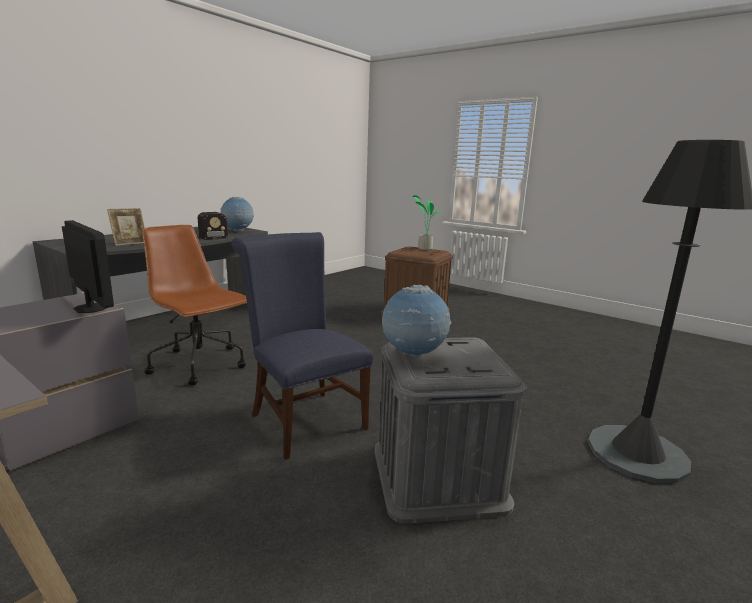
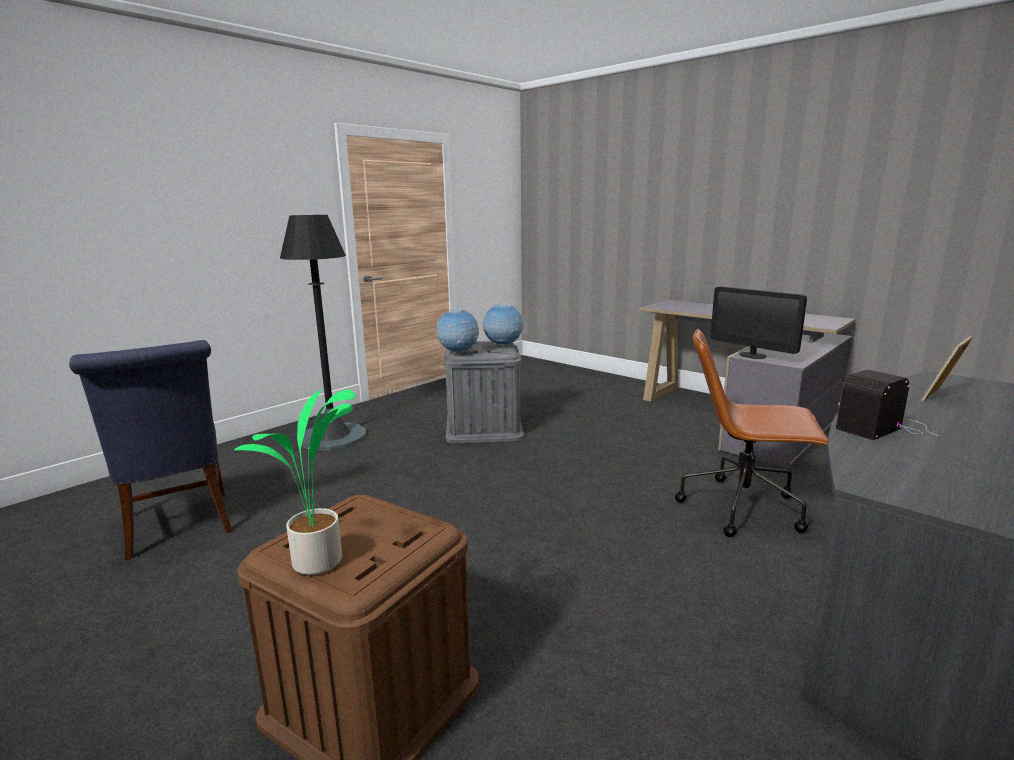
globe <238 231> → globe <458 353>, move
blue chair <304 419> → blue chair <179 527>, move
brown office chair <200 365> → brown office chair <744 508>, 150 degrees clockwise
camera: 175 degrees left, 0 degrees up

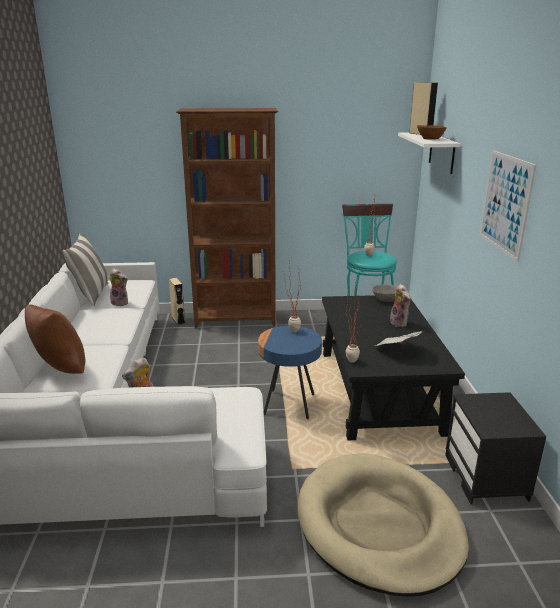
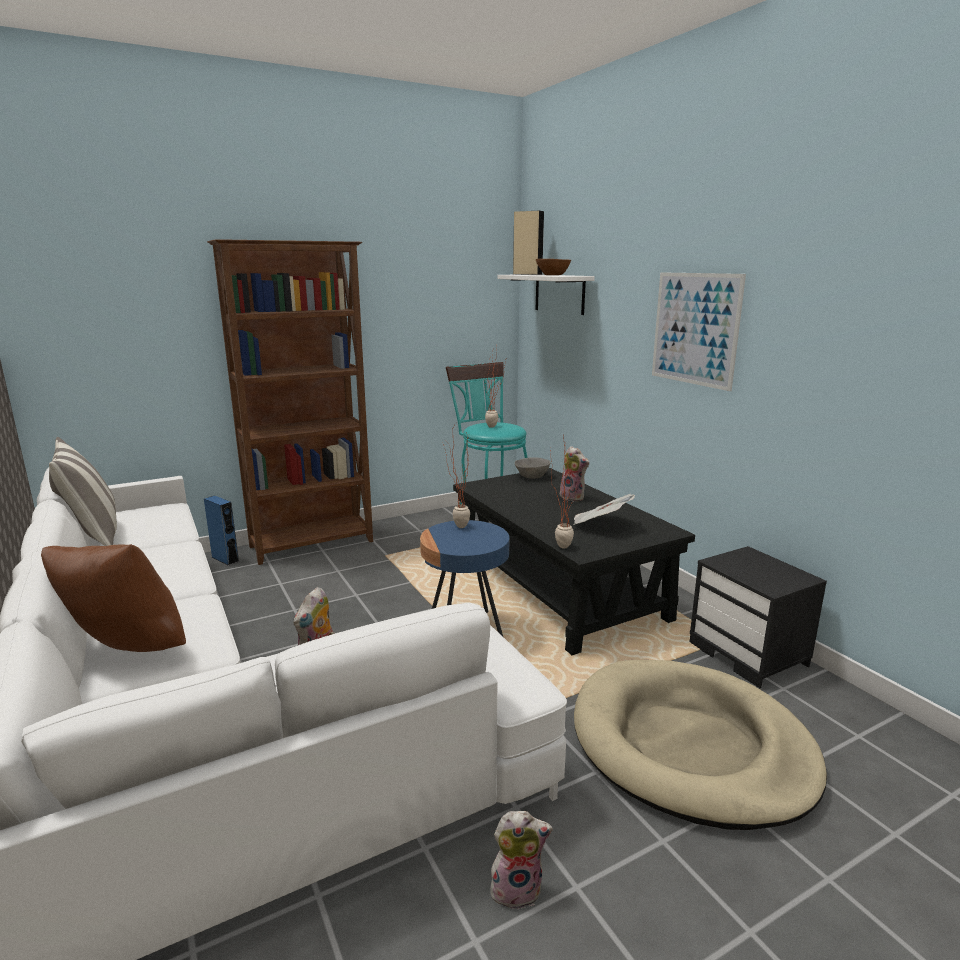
plush toy <121 303> → plush toy <517 888>, move
beige speaker <178 320> → blue speaker <225 559>
camera: 25 degrees left, 5 degrees down

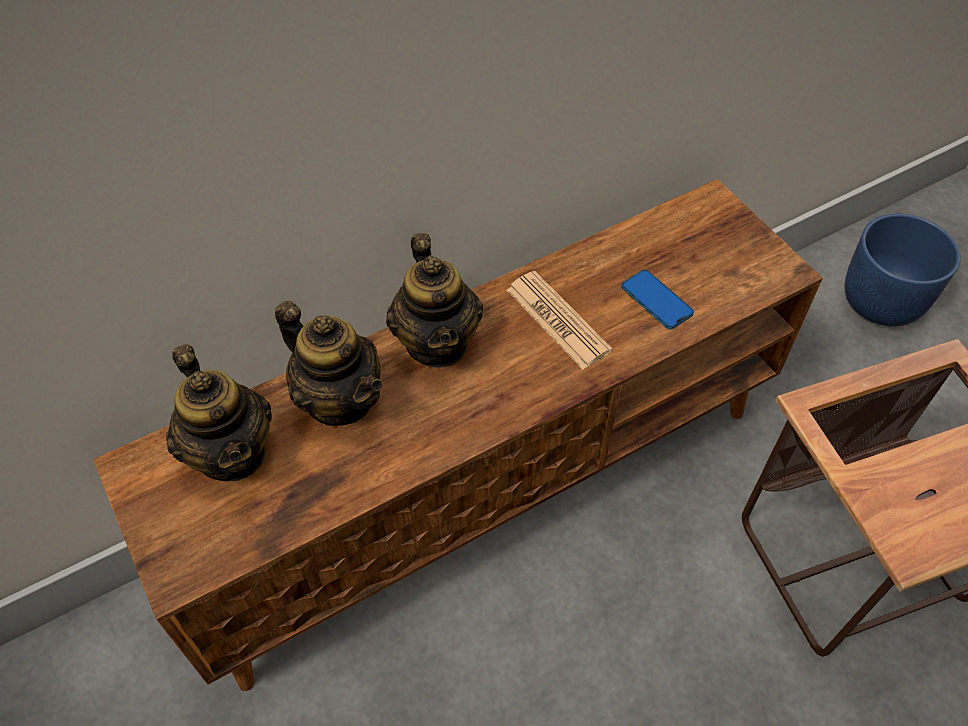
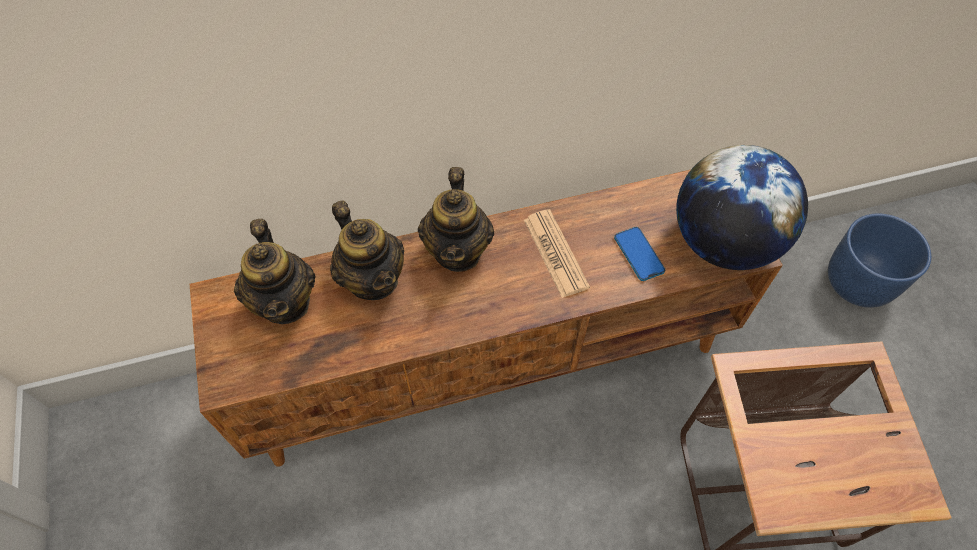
- → globe <723 242>
camera: 15 degrees right, 5 degrees up

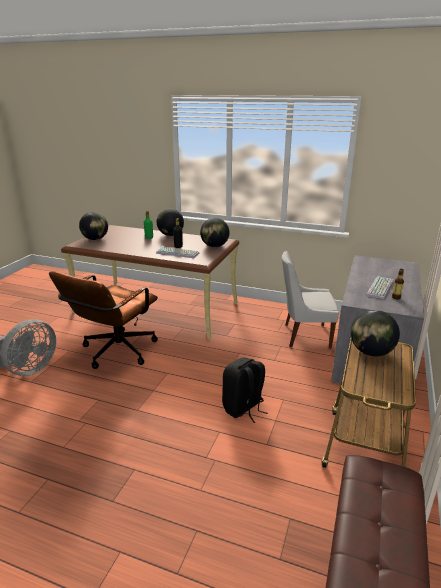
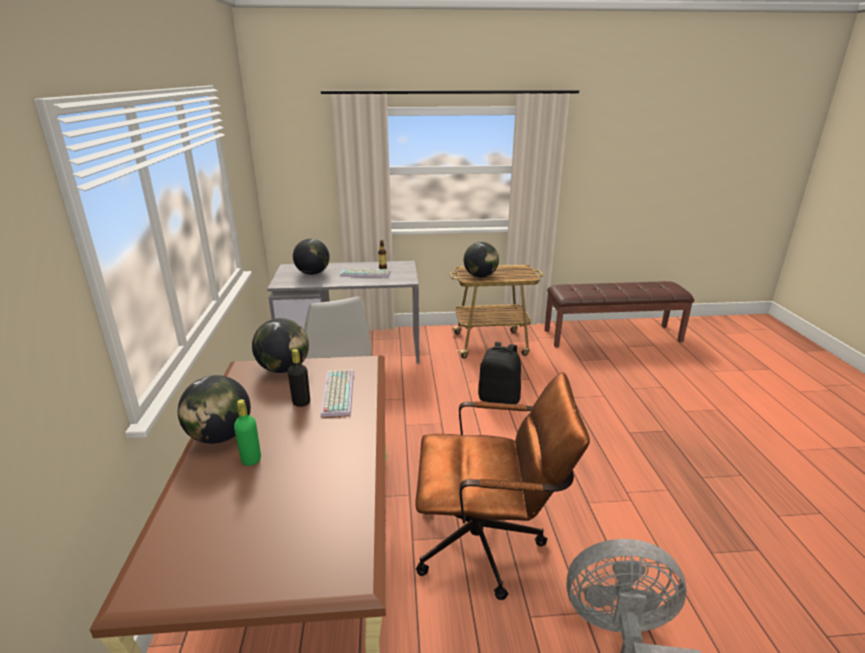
globe <95 239> → globe <313 273>, move
camera: 115 degrees left, 0 degrees up

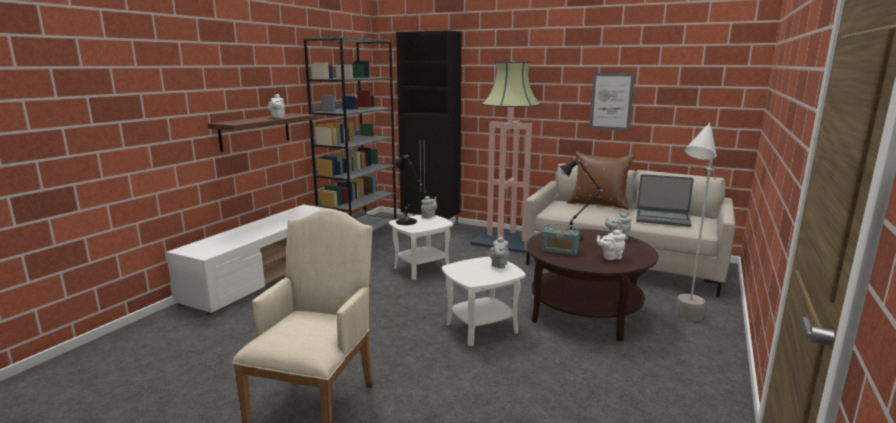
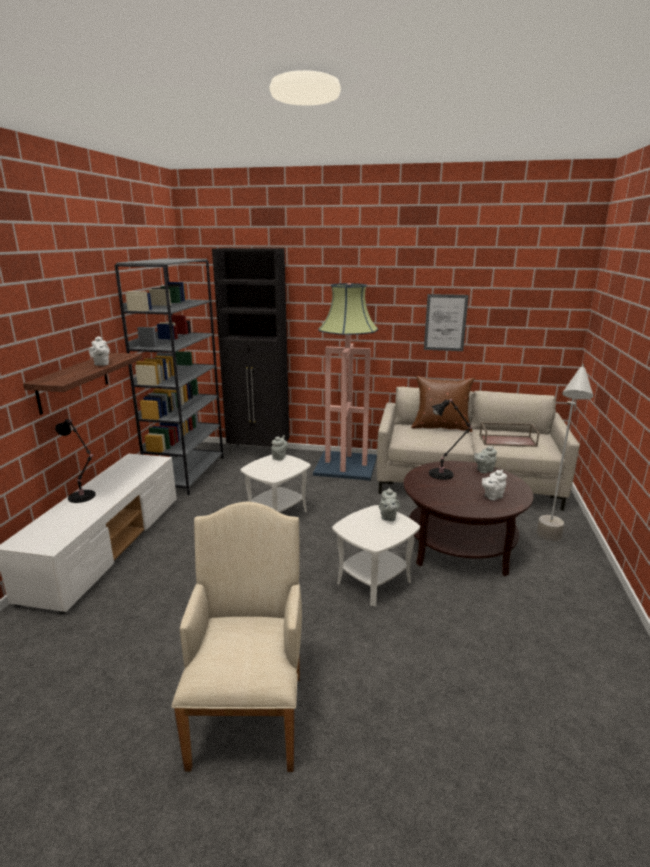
radio <559 250> → -
black table lamp <407 222> → black table lamp <83 497>, move
laptop <662 219> → brown tray <508 440>
camera: 15 degrees left, 5 degrees up

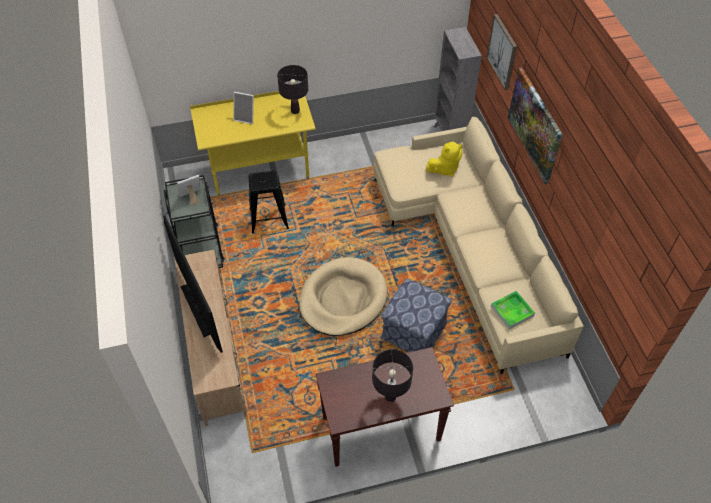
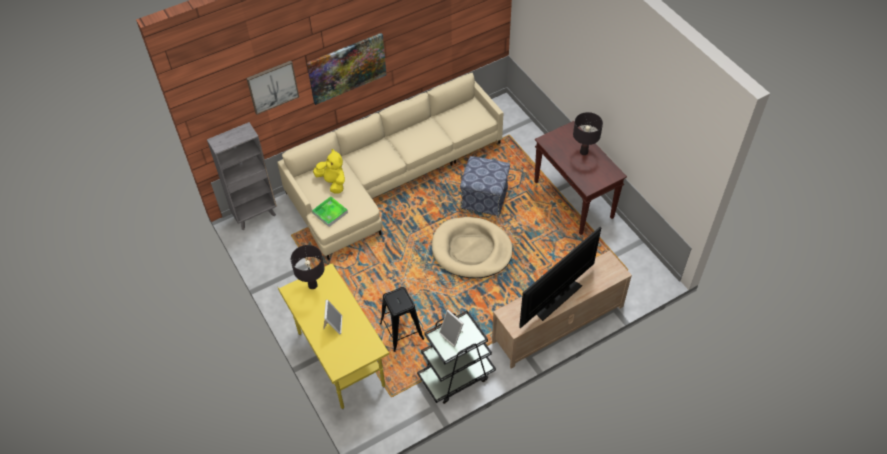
tray <512 311> → tray <330 213>, move
camera: 105 degrees left, 0 degrees up

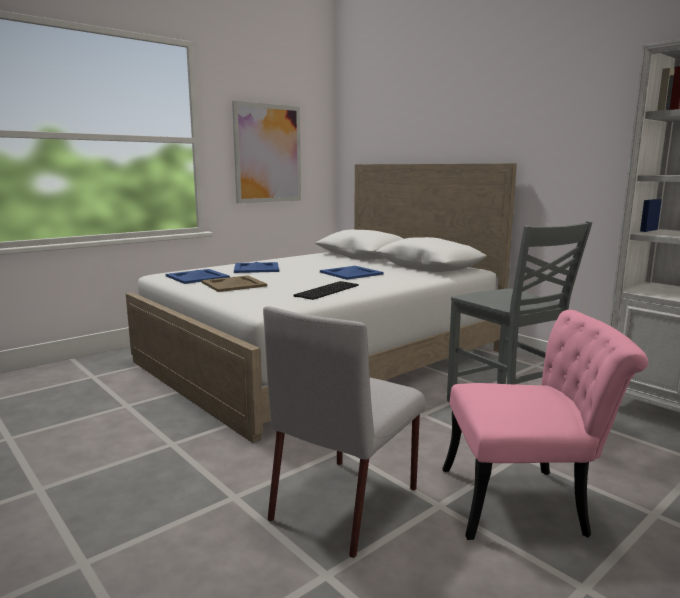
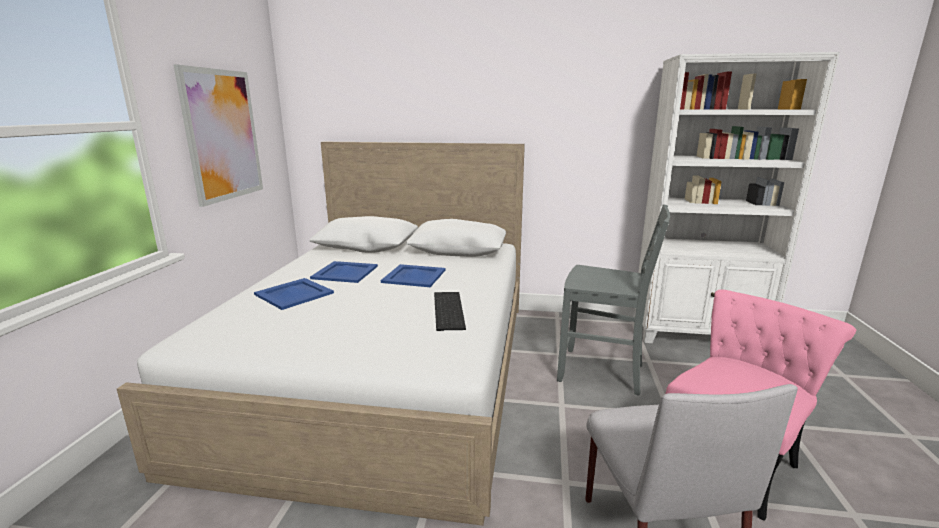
beige tray <234 284> → -
blue tray <198 277> → blue tray <345 272>, move
camera: 40 degrees left, 5 degrees up

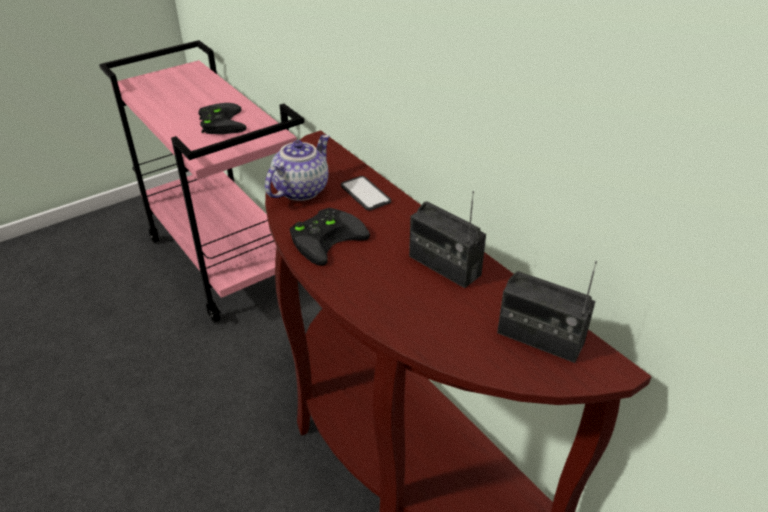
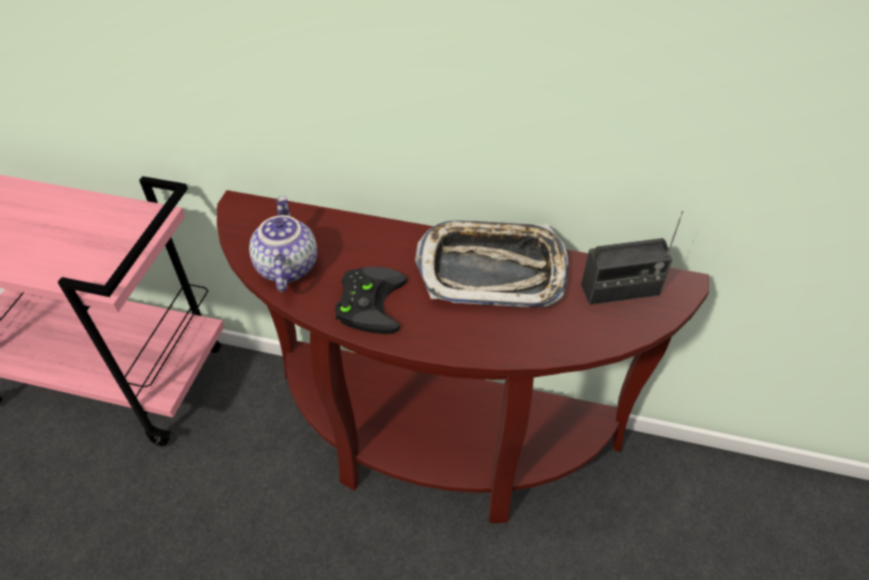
black game controller <220 122> → -
phone <365 194> → -
radio <444 266> → tray <492 270>
camera: 40 degrees left, 10 degrees up

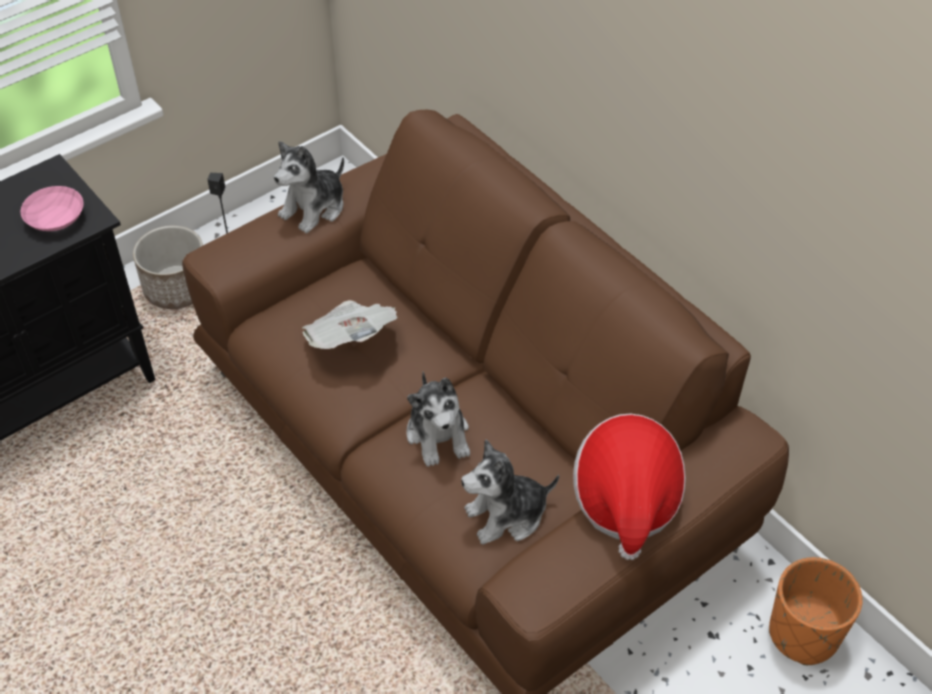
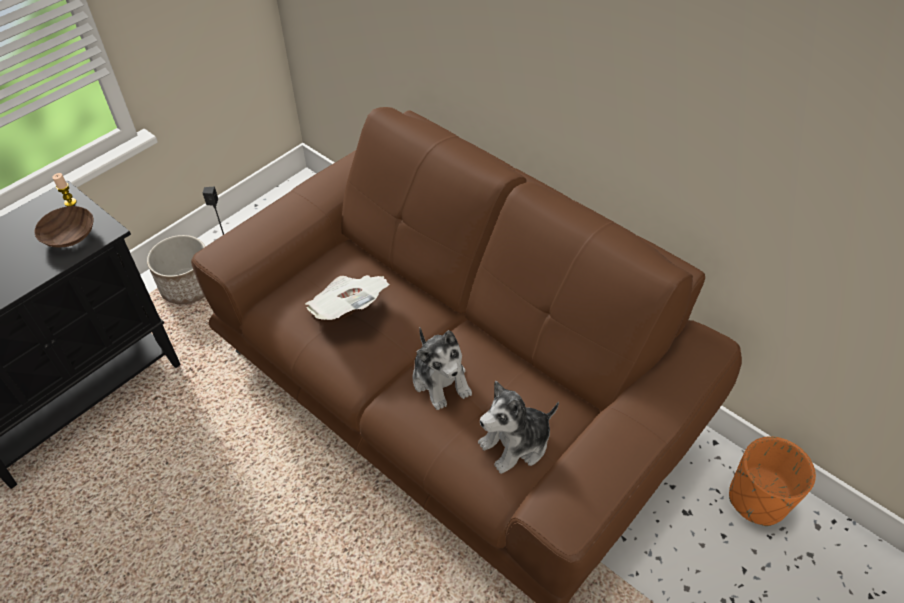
plush toy <314 208> → -
hat <626 500> → -
- → candle <70 202>
pink bowl <54 219> → brown bowl <68 236>
camera: 10 degrees left, 0 degrees up

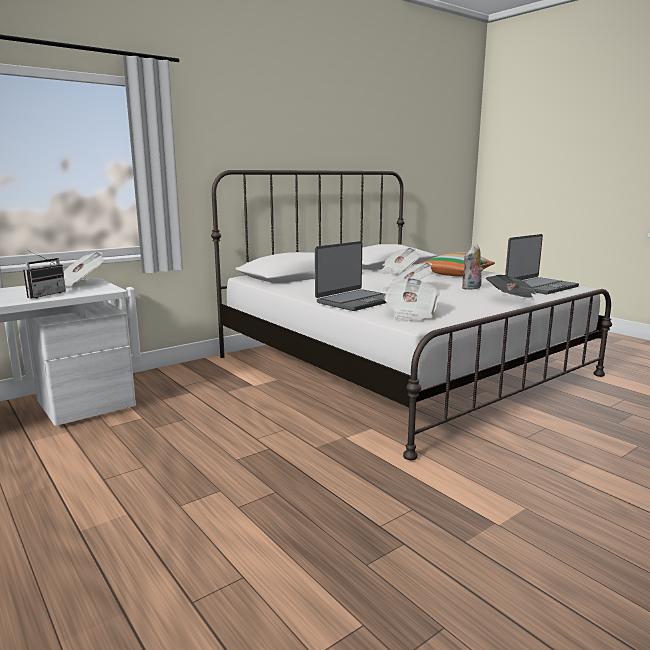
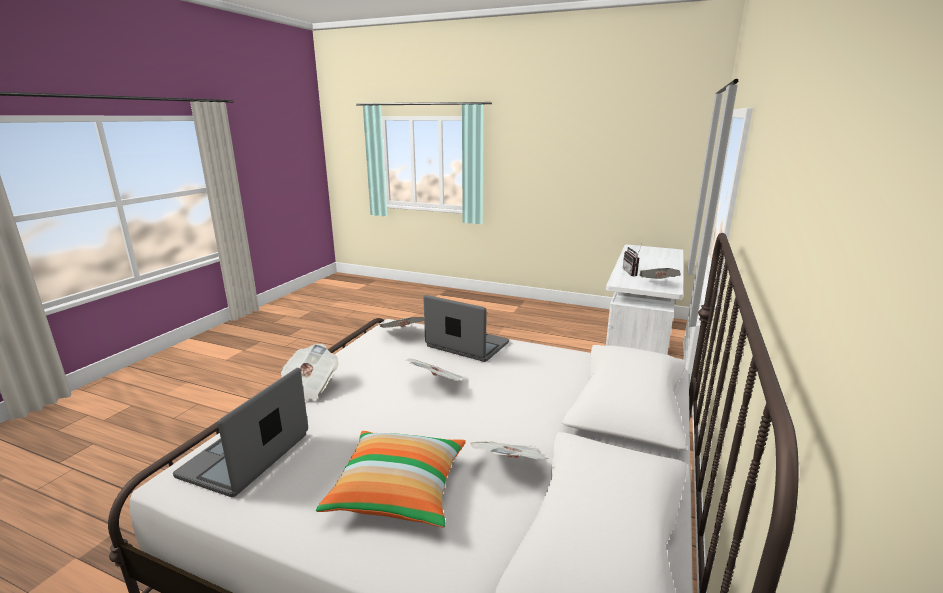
plush toy <472 288> → -
laptop <356 301> → laptop <467 345>, 105 degrees clockwise
camera: 150 degrees right, 5 degrees up

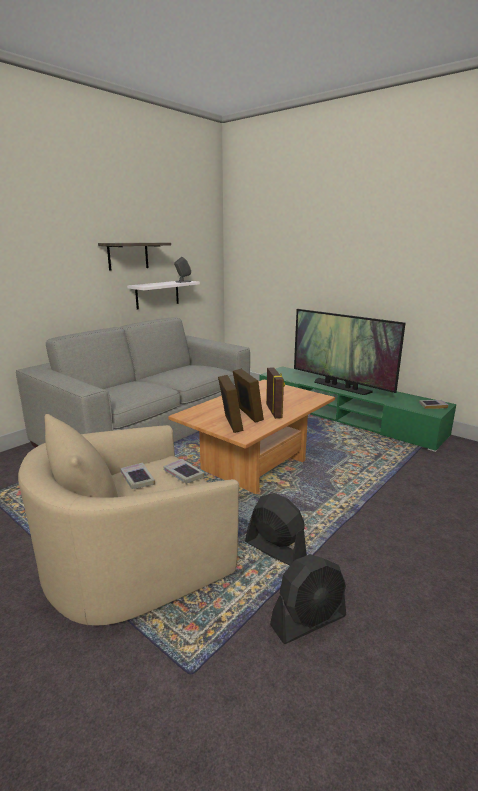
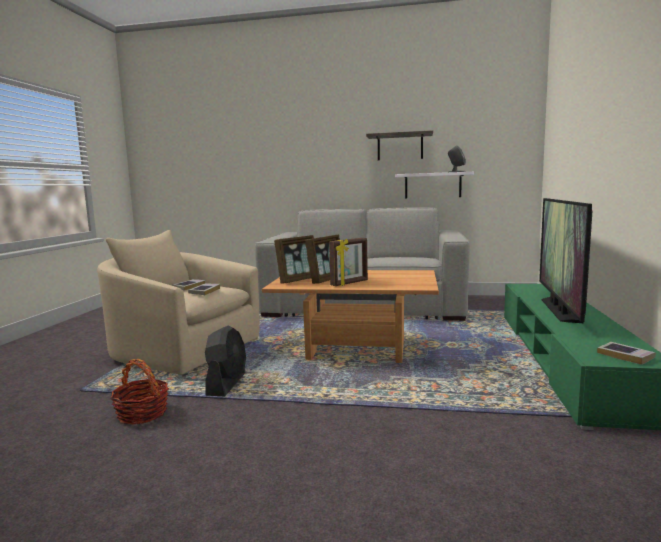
black fan <309 621> → basket <142 414>
camera: 60 degrees right, 10 degrees down

